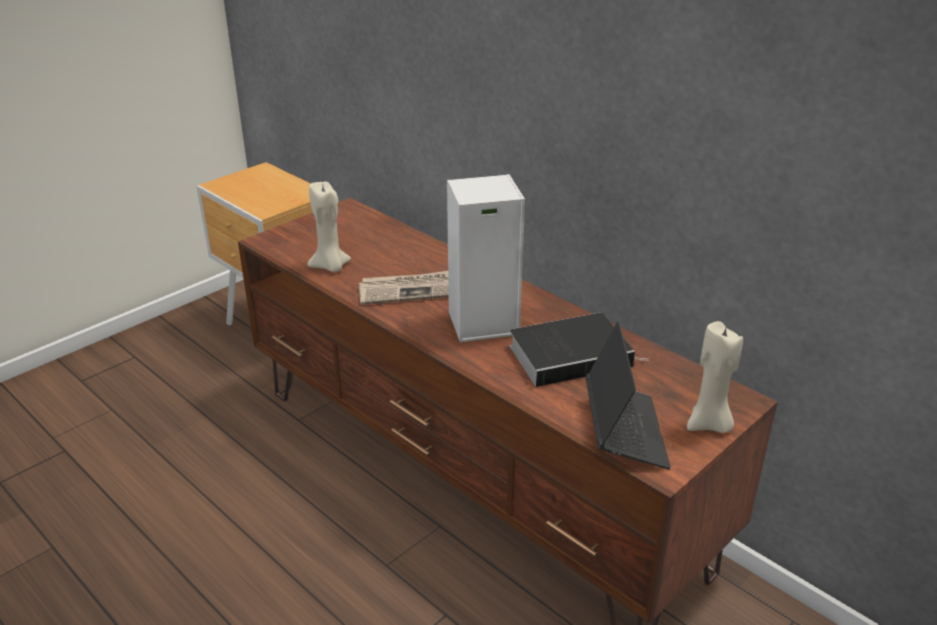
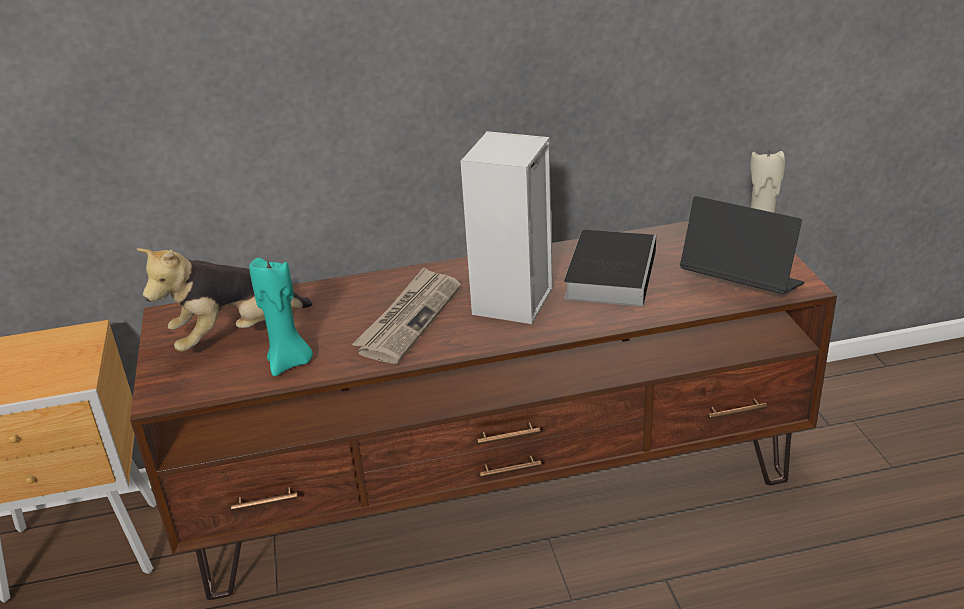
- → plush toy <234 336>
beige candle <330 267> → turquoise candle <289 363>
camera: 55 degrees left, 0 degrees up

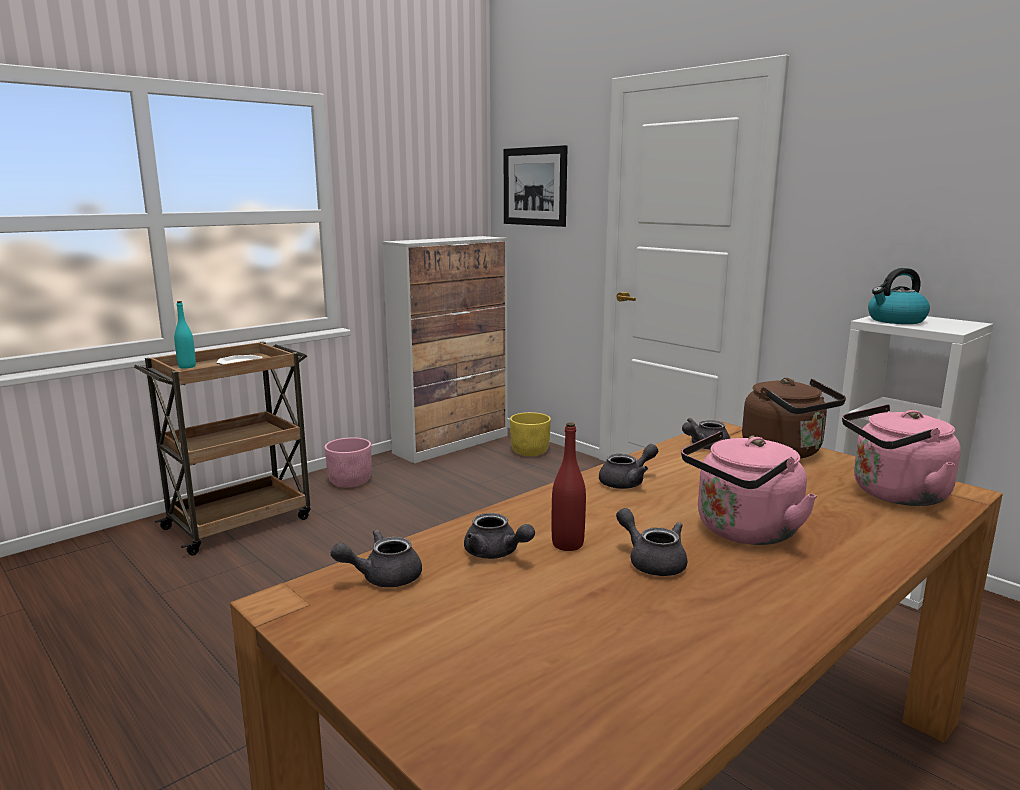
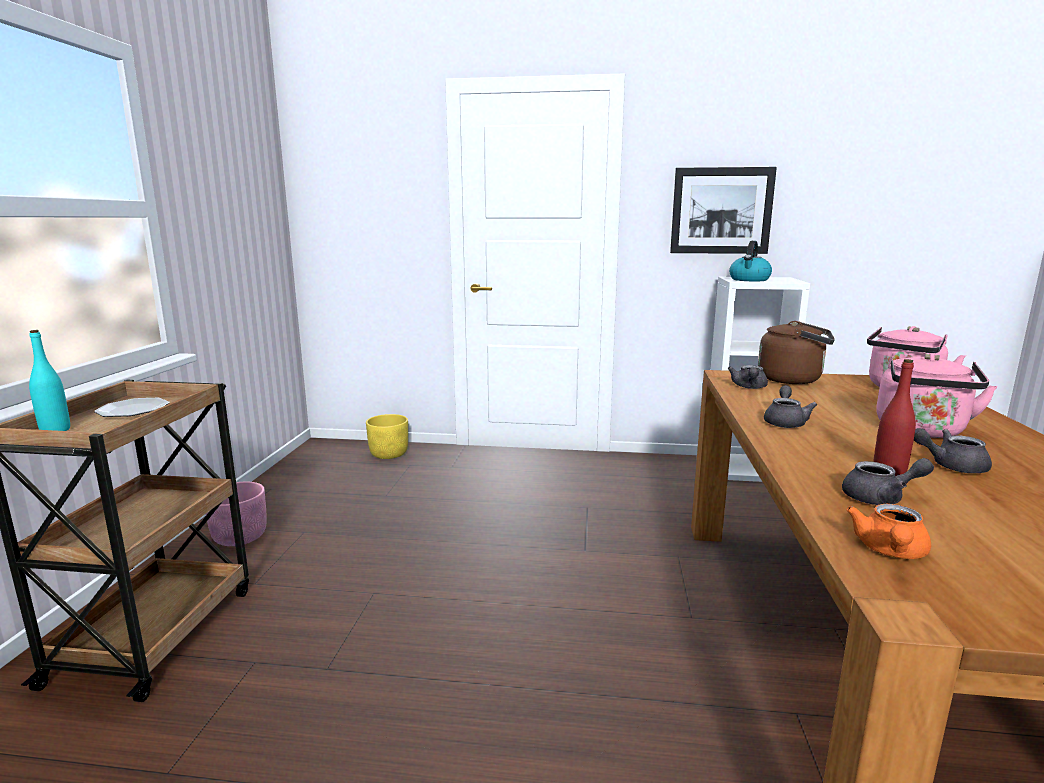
cabinet <452 444> → -
picture <534 186> → picture <721 211>, move
grey teapot <382 577> → orange teapot <890 551>
camera: 40 degrees left, 0 degrees up

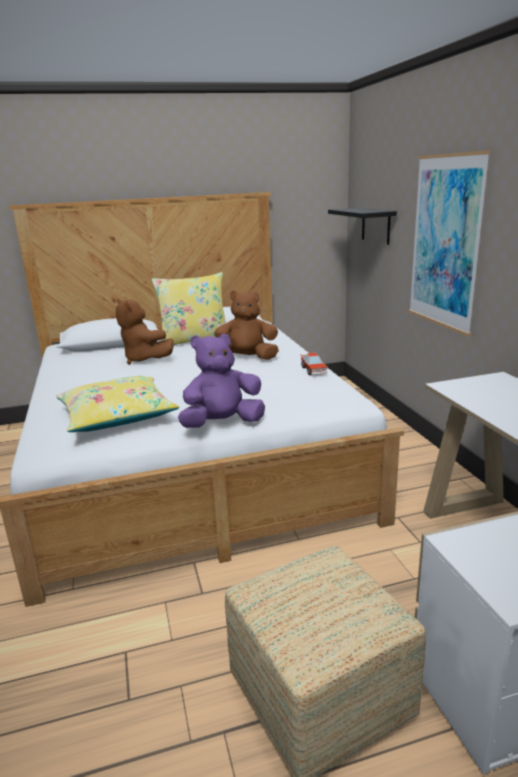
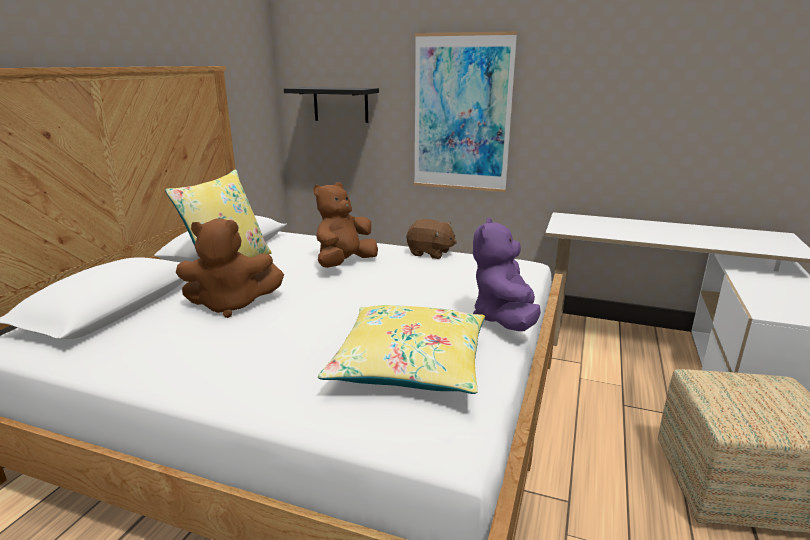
toy car <314 371> → brown plush toy <430 253>
camera: 55 degrees left, 0 degrees up

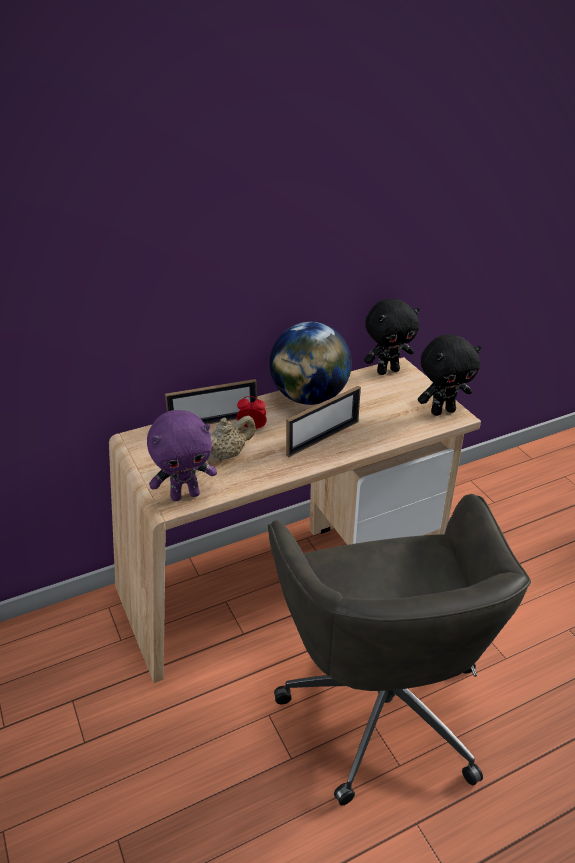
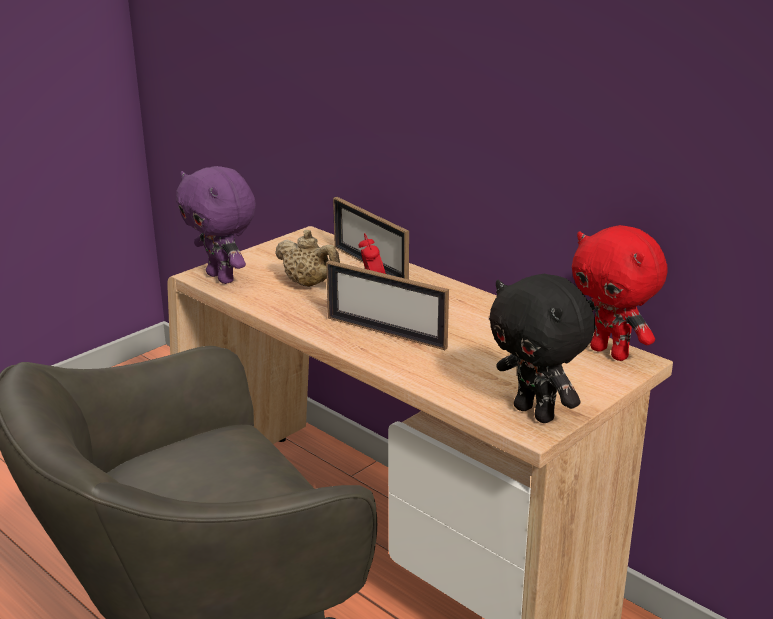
globe <309 398> → -
black plush toy <387 371> → red plush toy <611 353>
camera: 70 degrees right, 10 degrees down

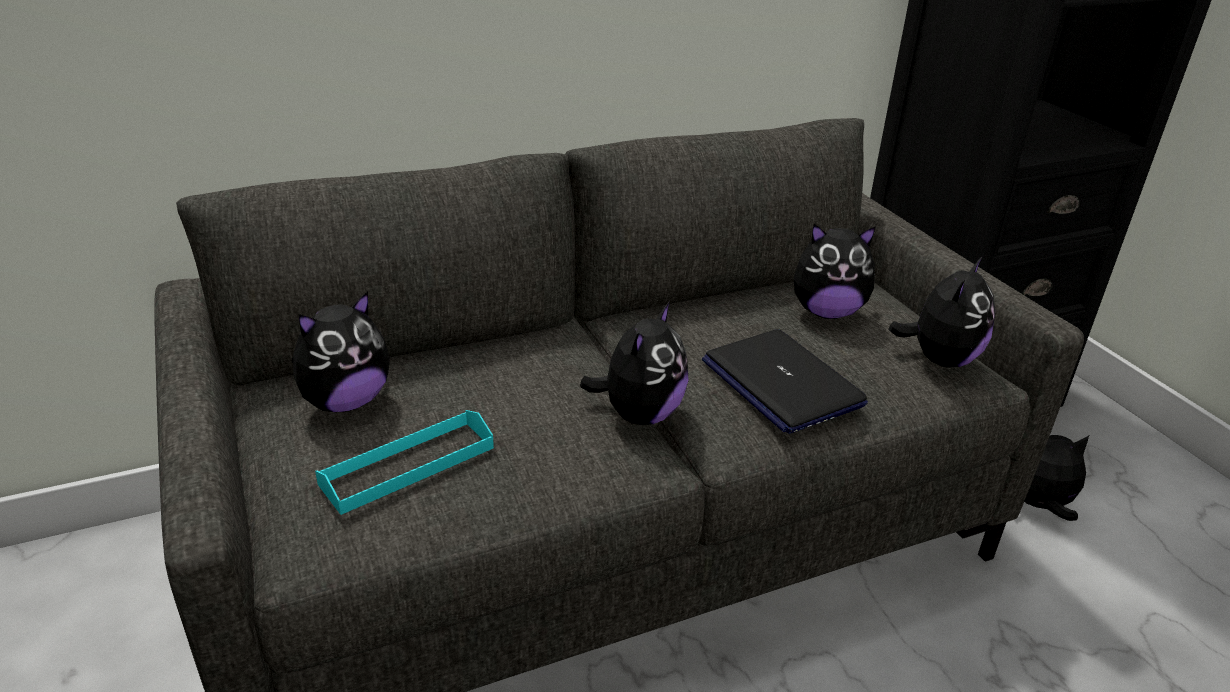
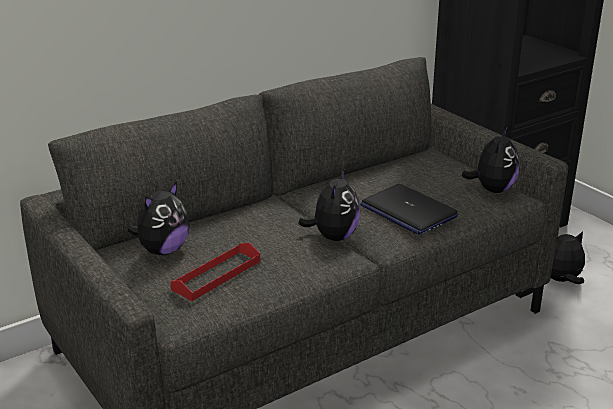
plush toy <827 312> → -
turquoise tray <408 466> → red tray <217 275>
camera: 10 degrees left, 5 degrees down

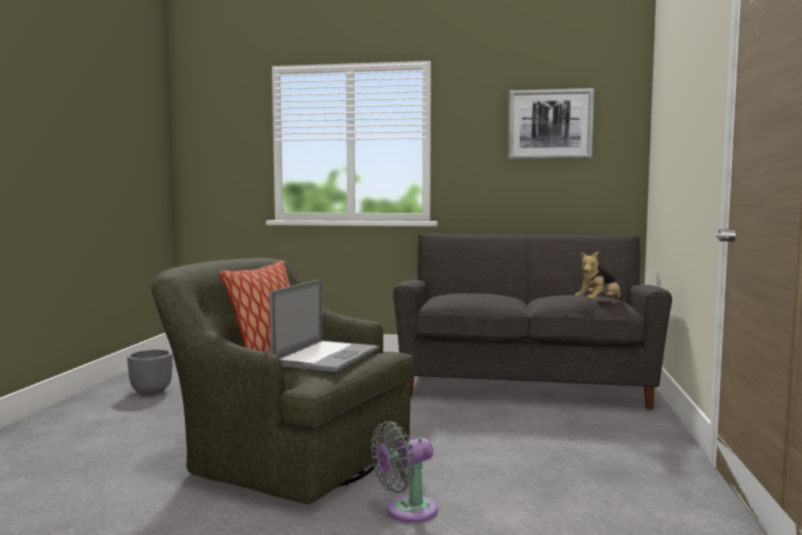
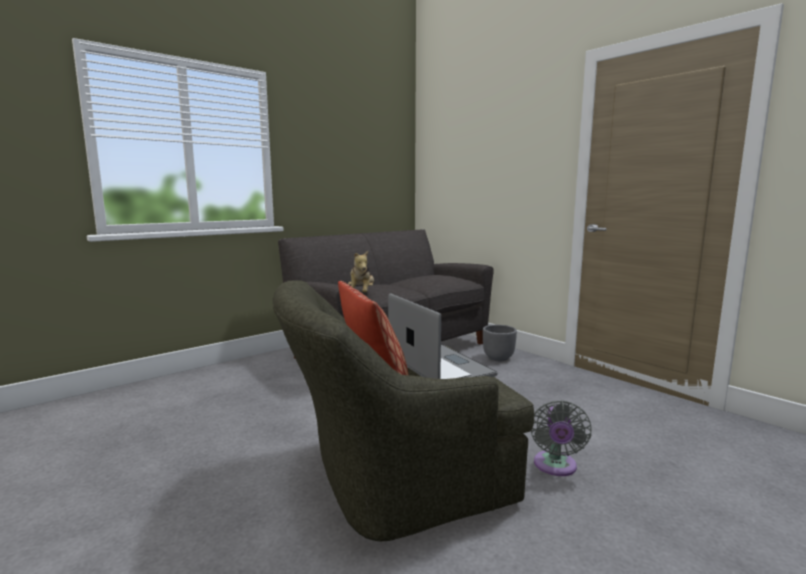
picture <550 124> → -
grey planter <151 392> → grey planter <498 358>, move
plush toy <599 303> → plush toy <362 294>, move
camera: 50 degrees left, 5 degrees up

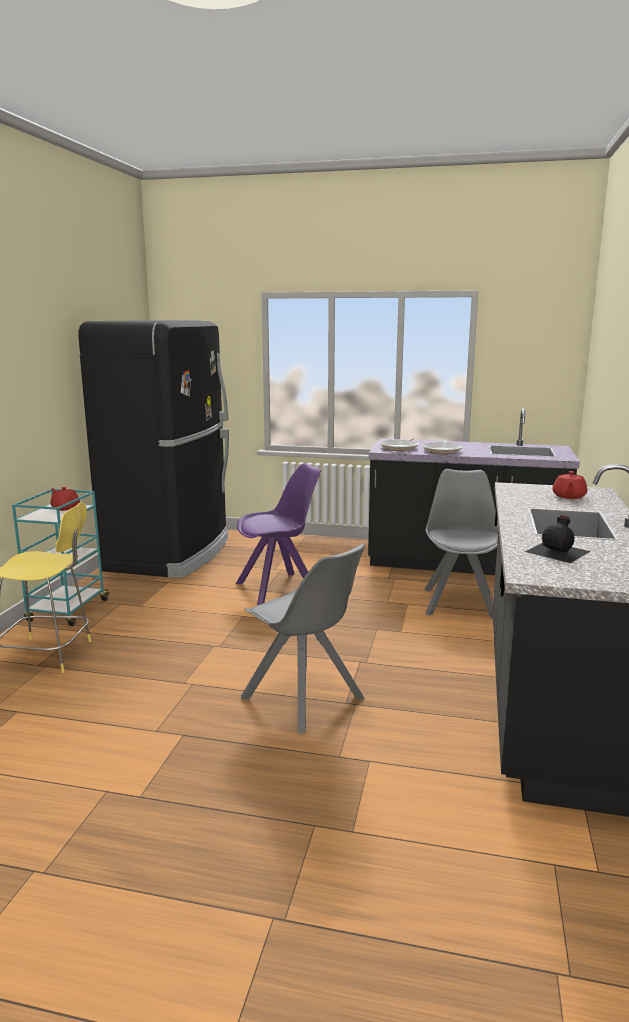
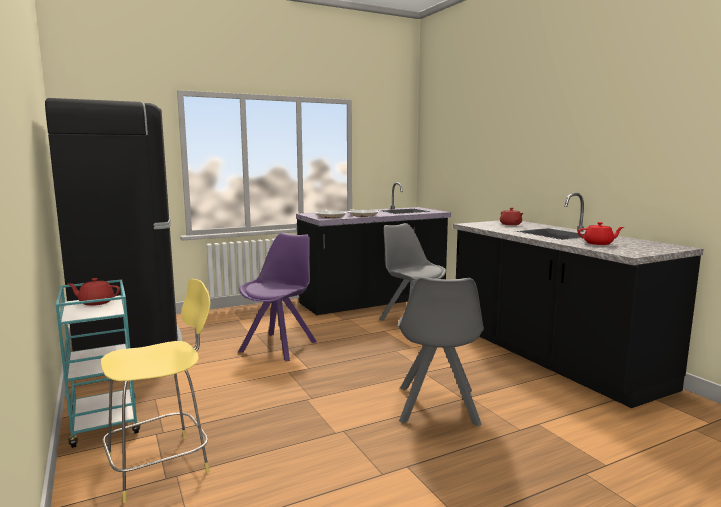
black bottle <558 551> → red teapot <599 243>
grey chair <305 699> → grey chair <437 407>, 90 degrees clockwise
camera: 40 degrees left, 5 degrees down

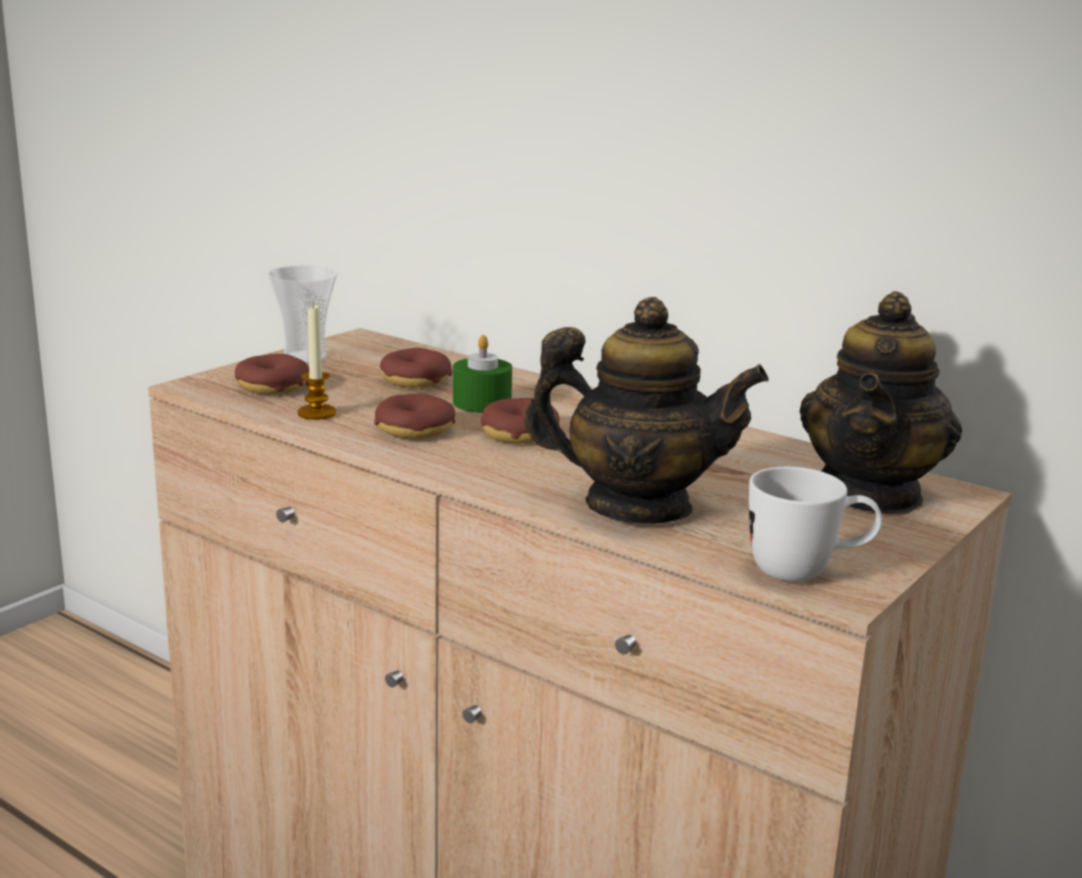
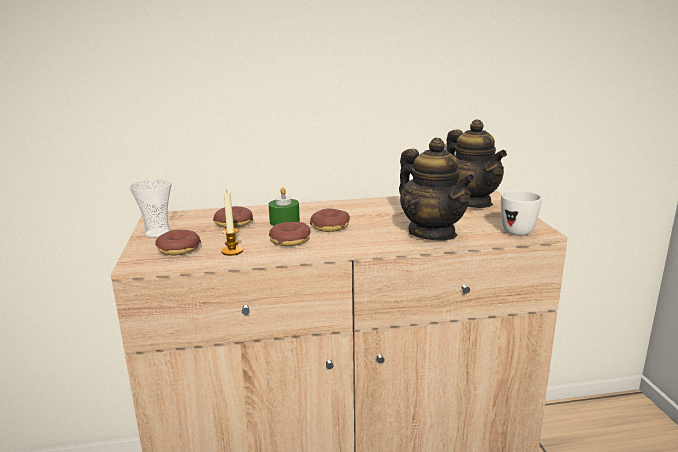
teapot <637 507> → teapot <432 233>, 90 degrees clockwise
camera: 45 degrees left, 0 degrees up

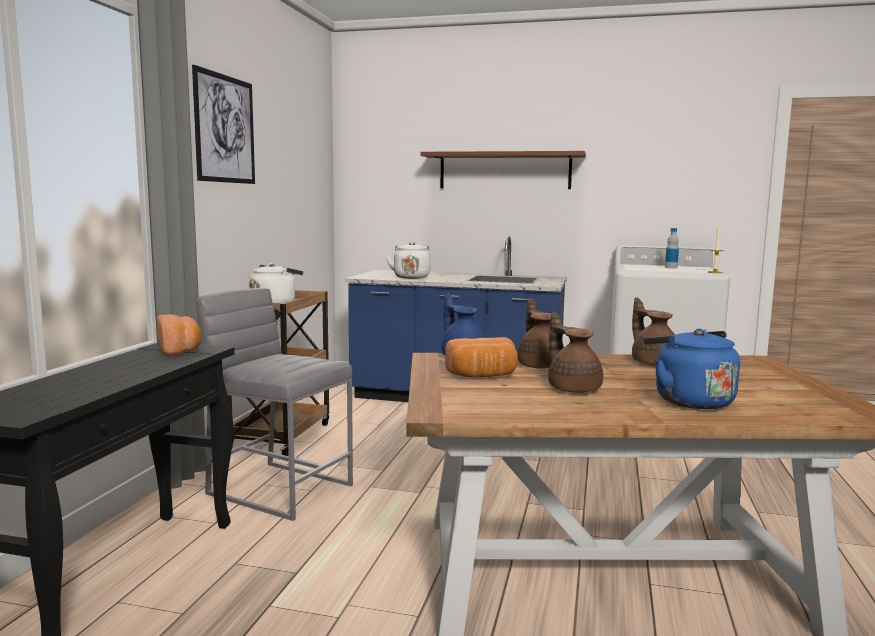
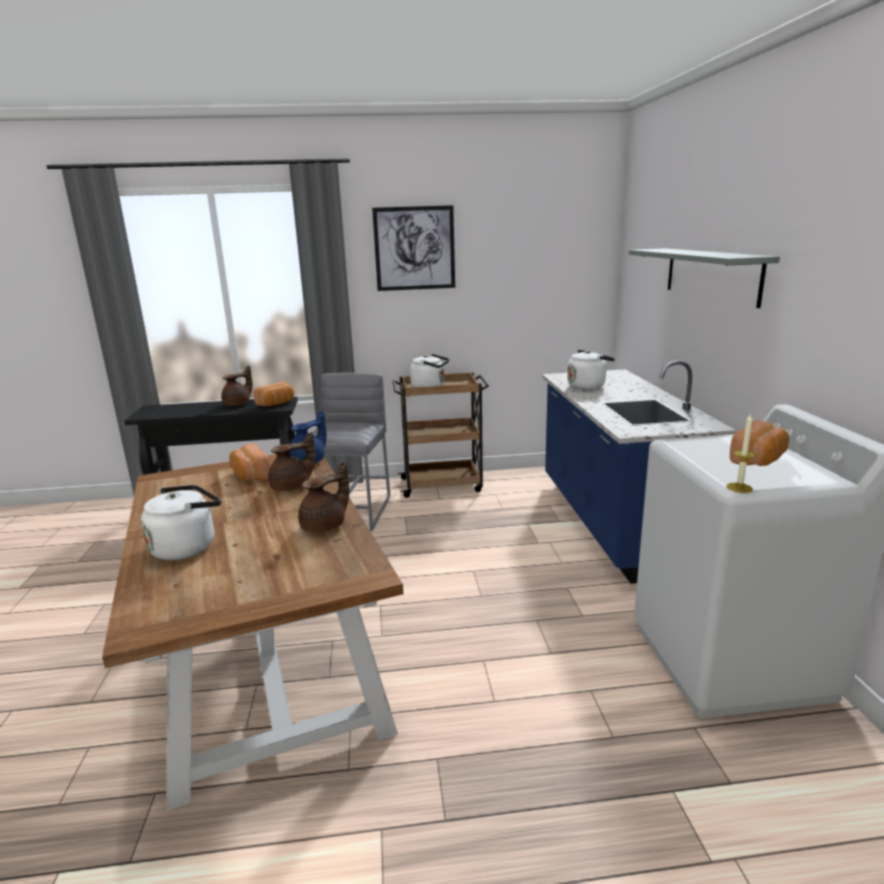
brown teapot <573 388> → brown teapot <238 404>, move
bottle <671 267> → bread <759 460>
brown shelf <504 171> → grey shelf <711 275>
blue kettle <689 400> → white kettle <187 546>
camera: 70 degrees right, 10 degrees up

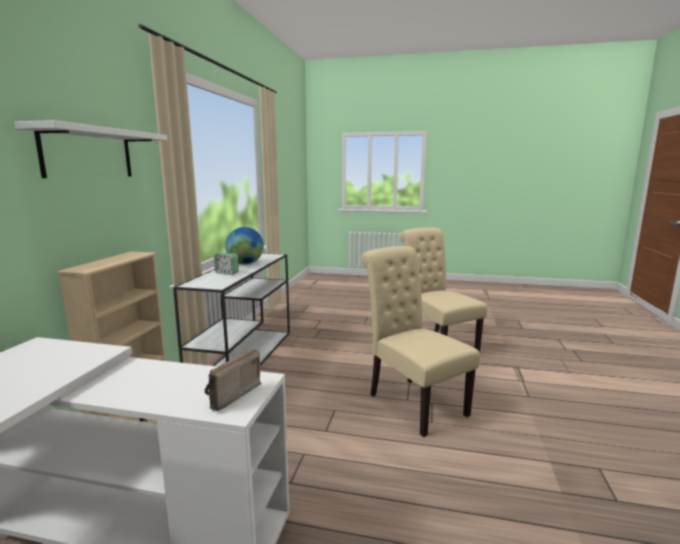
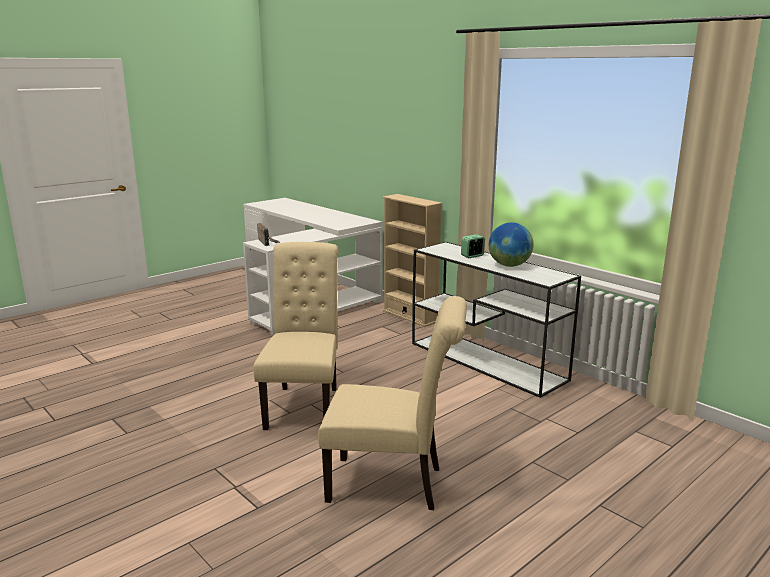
white shelf <88 153> → -
beige chair <412 402> → beige chair <304 405>, 90 degrees counterclockwise
camera: 125 degrees right, 5 degrees up

